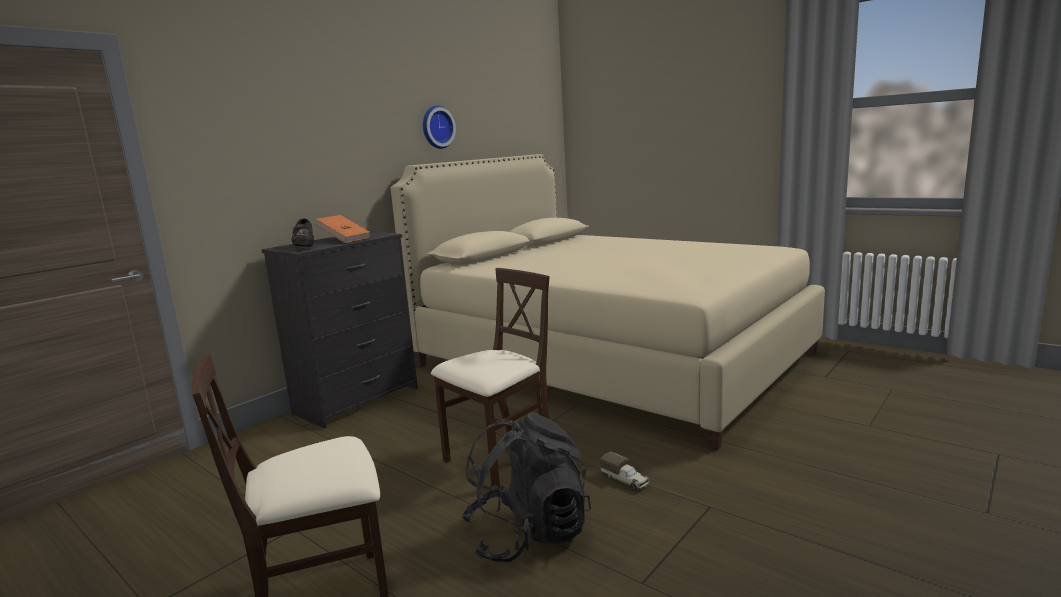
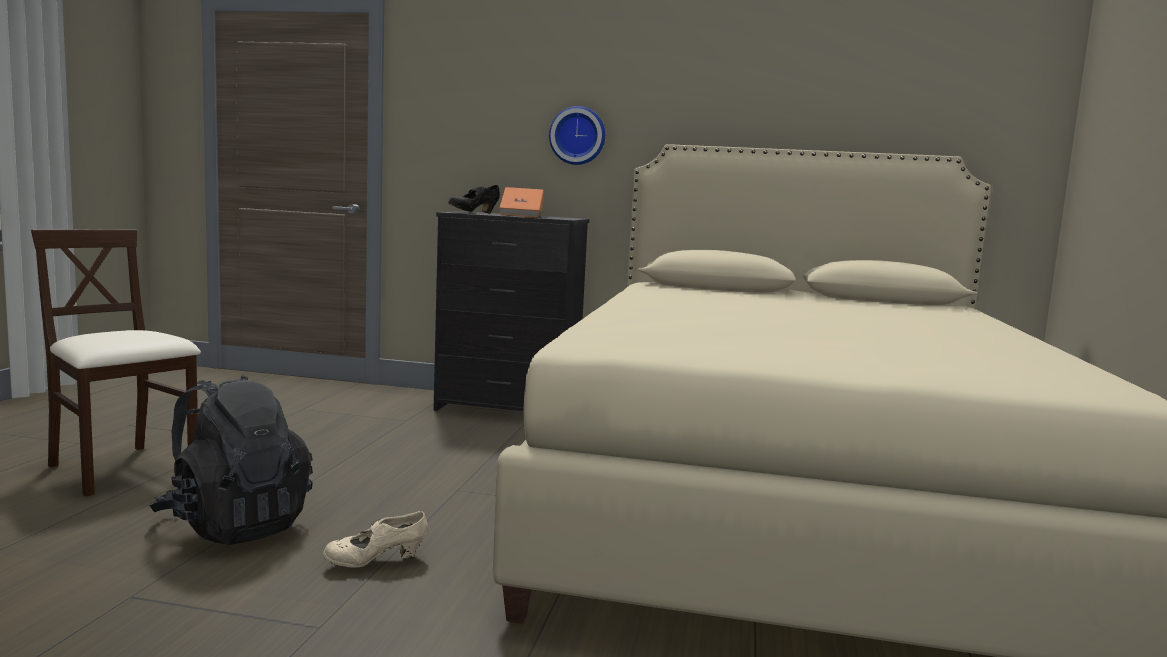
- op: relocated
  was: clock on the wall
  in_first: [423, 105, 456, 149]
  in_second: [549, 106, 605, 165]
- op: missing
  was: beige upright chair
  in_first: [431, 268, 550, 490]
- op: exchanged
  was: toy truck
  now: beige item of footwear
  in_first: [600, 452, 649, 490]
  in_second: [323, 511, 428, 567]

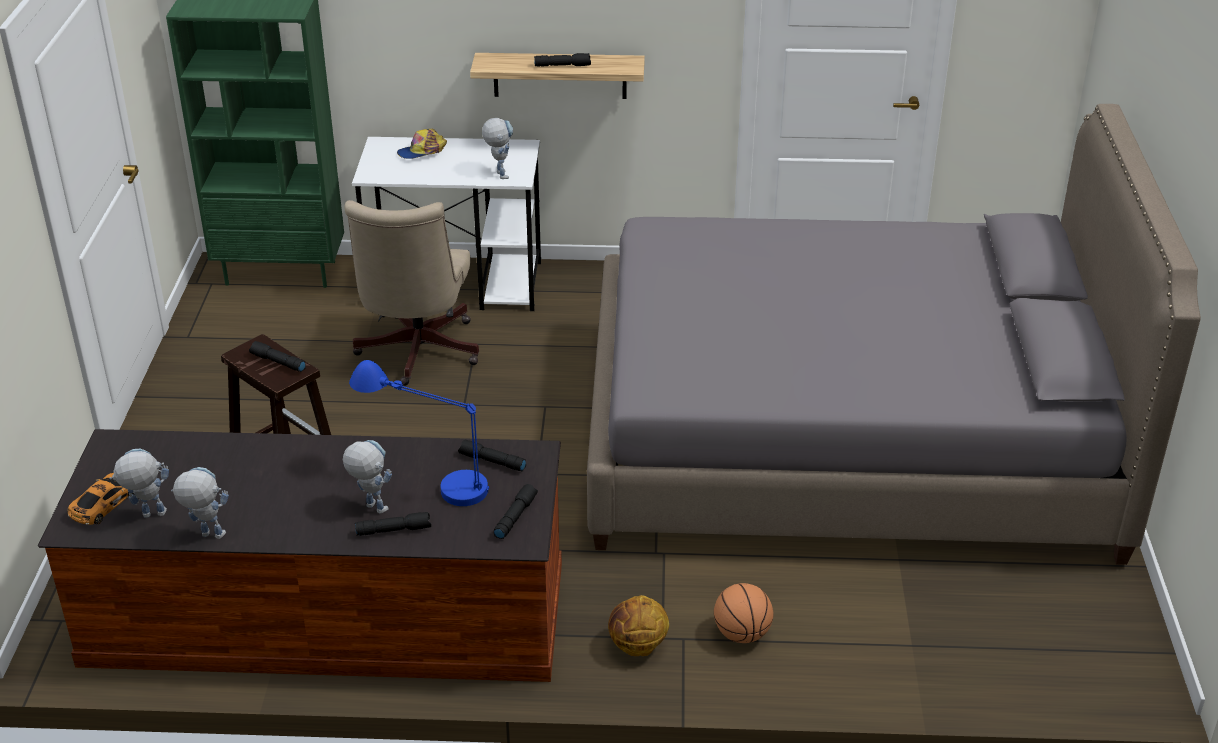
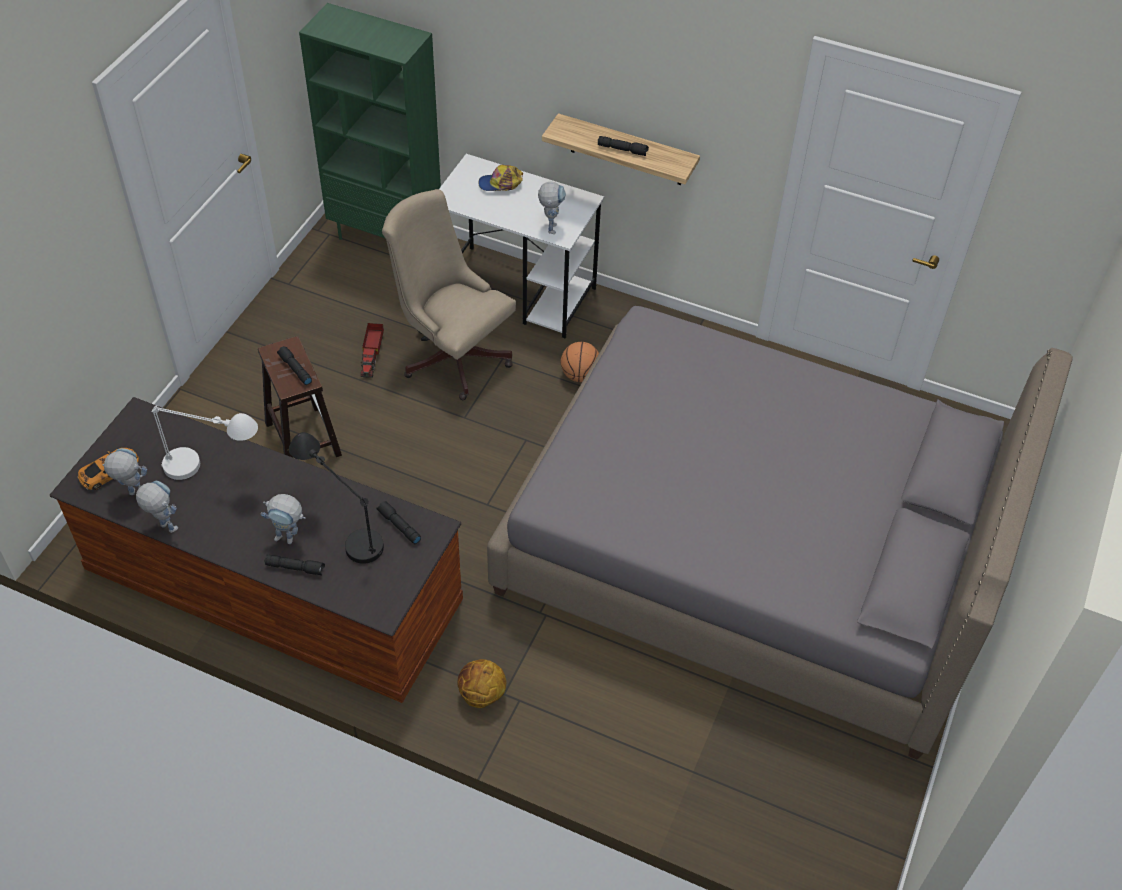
- op: spun
  was: robot figure
  in_first: [343, 440, 392, 514]
  in_second: [261, 494, 306, 544]
  clockwise: 135
- op: spun
  was: beige desk chair
  in_first: [344, 200, 479, 386]
  in_second: [382, 189, 516, 400]
  clockwise: 105
- op: colour
  was: blue table lamp
  now: black-coloured table lamp
  in_first: [349, 360, 489, 506]
  in_second: [289, 432, 384, 564]
- op: missing
  was: black-coloured hand torch
  in_first: [494, 484, 538, 539]
- op: relocated
  was: ball for basketball
  in_first: [714, 583, 774, 643]
  in_second: [560, 342, 599, 382]
- op: appeared
  now: white-coloured table lamp
  in_second: [152, 405, 258, 480]
- op: appeared
  now: toy truck
  in_second: [361, 323, 384, 378]

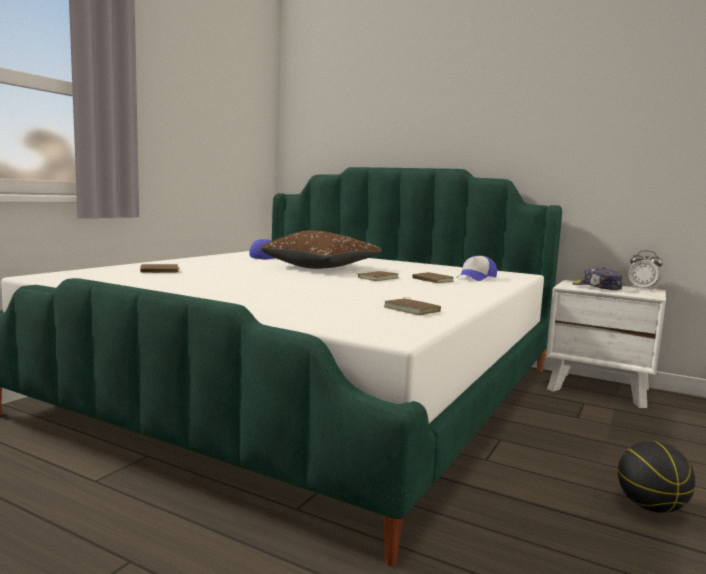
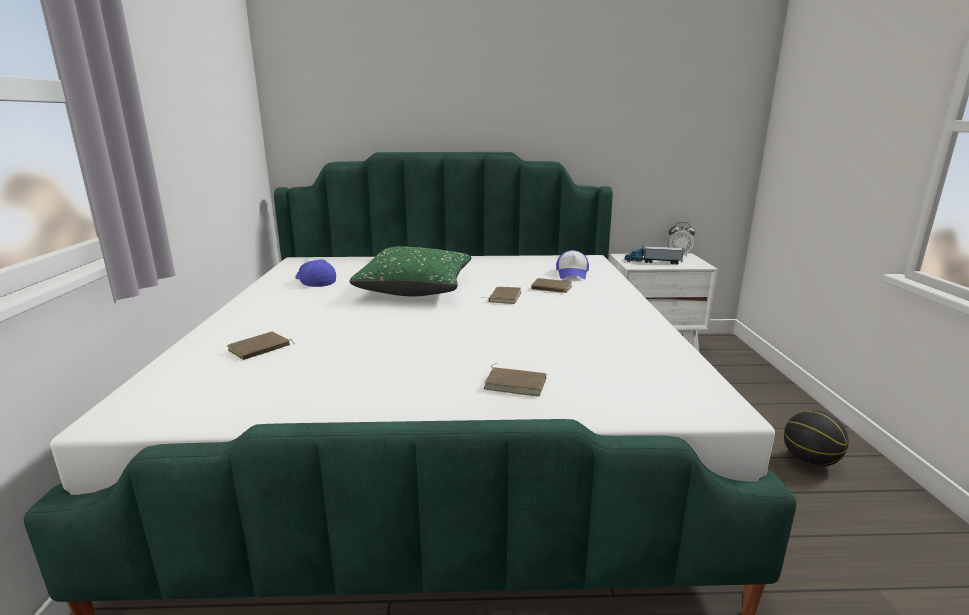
- op: colour
  was: brown throw pillow
  now: greenish throw pillow
  in_first: [261, 231, 382, 269]
  in_second: [350, 246, 471, 296]
- op: relocated
  was: brown book
  in_first: [384, 297, 441, 315]
  in_second: [483, 363, 547, 396]
- op: exchanged
  was: peaked cap
  now: toy truck
  in_first: [573, 268, 622, 290]
  in_second: [625, 245, 684, 265]

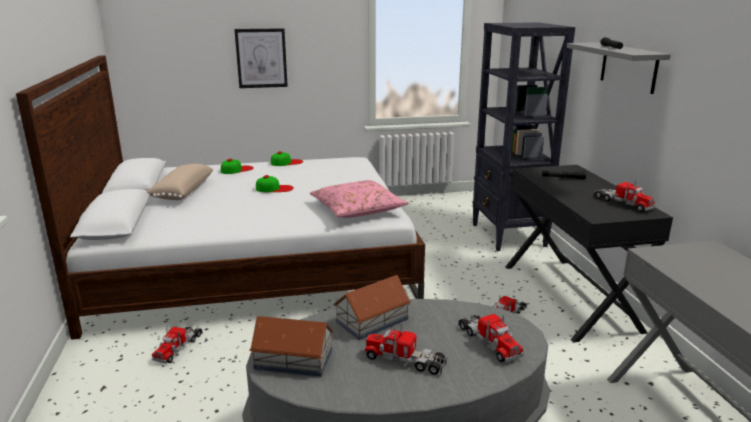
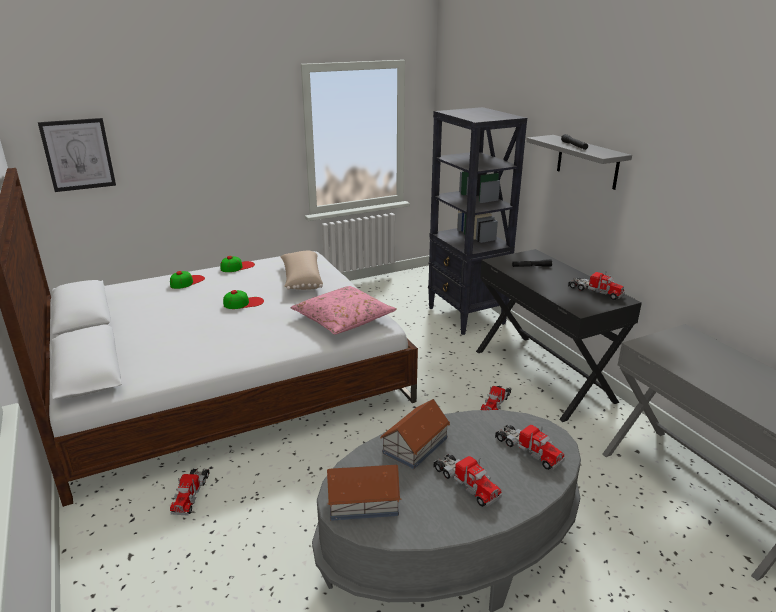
- op: relocated
  was: beige throw pillow
  in_first: [147, 164, 213, 200]
  in_second: [281, 251, 323, 290]
- op: relocated
  was: picture
  in_first: [234, 28, 288, 88]
  in_second: [38, 118, 116, 192]
- op: spun
  was: toy truck
  in_first: [363, 324, 447, 375]
  in_second: [434, 453, 502, 507]
  clockwise: -135

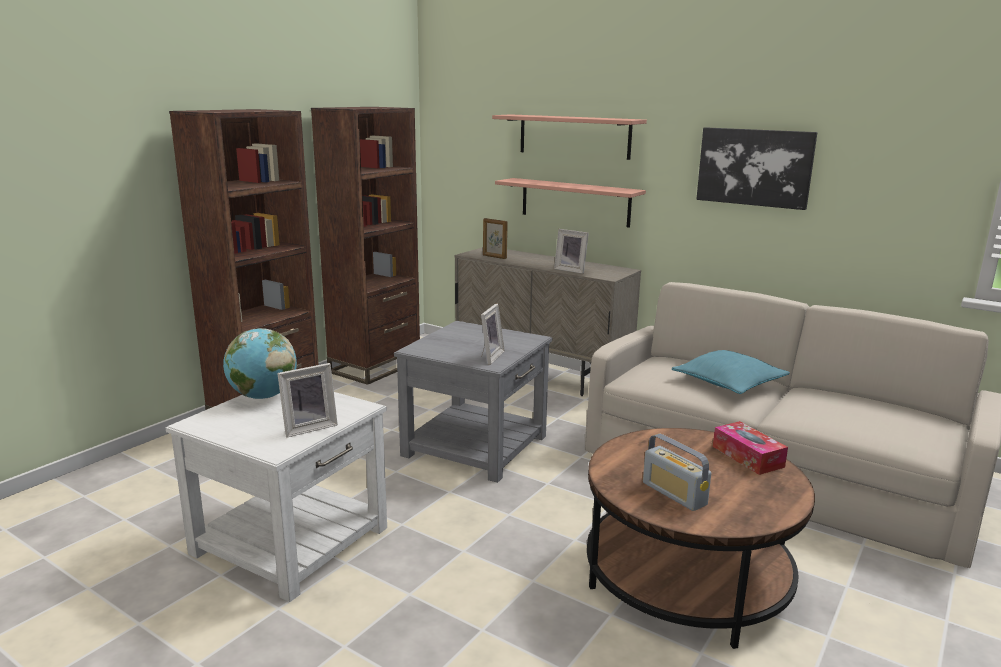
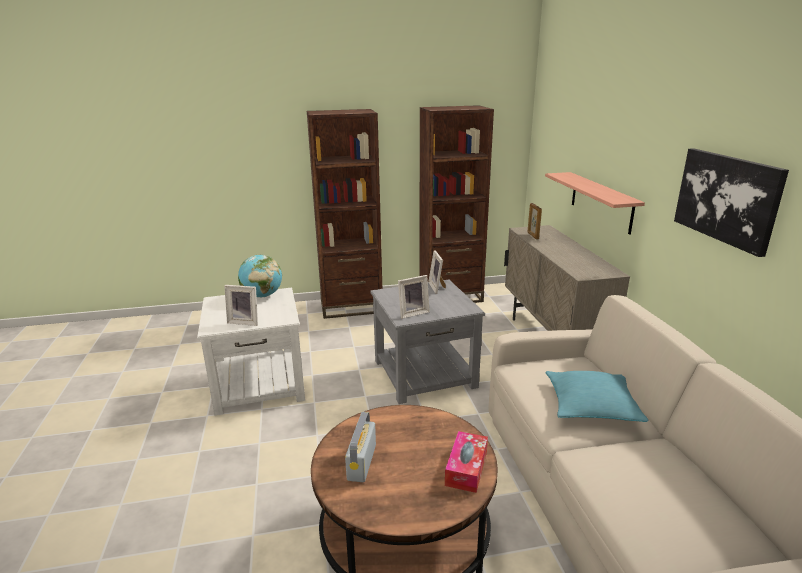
- op: missing
  was: shelf
  in_first: [492, 114, 647, 160]
- op: relocated
  was: picture frame
  in_first: [554, 229, 589, 274]
  in_second: [428, 251, 446, 293]

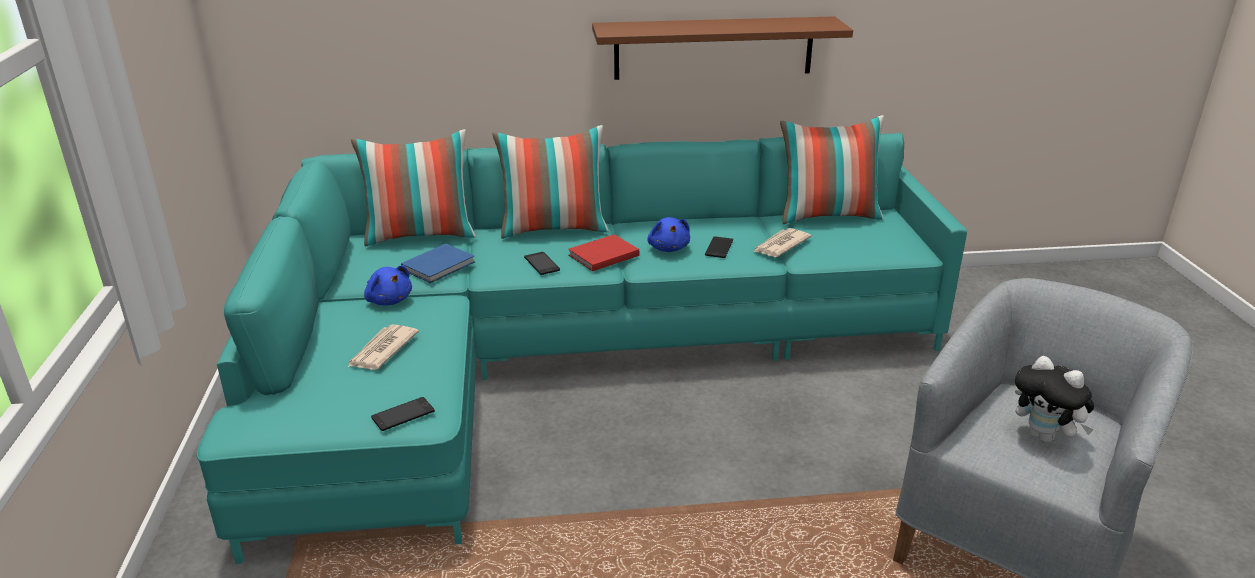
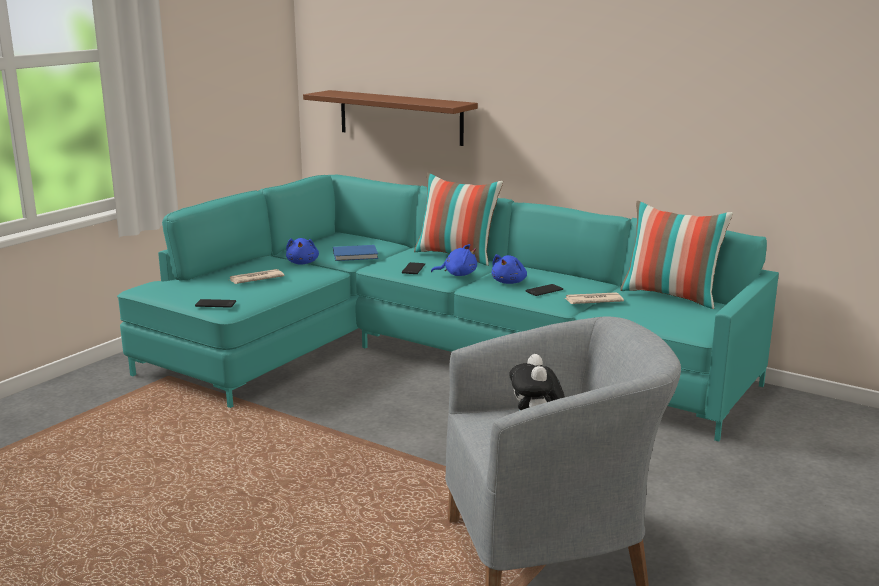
- op: missing
  was: throw pillow
  in_first: [351, 129, 476, 247]
- op: exchanged
  was: red-coloured book
  now: blue soft toy
  in_first: [568, 234, 639, 271]
  in_second: [431, 244, 477, 276]
- op: relocated
  was: brown shelf
  in_first: [592, 16, 853, 80]
  in_second: [303, 90, 478, 146]

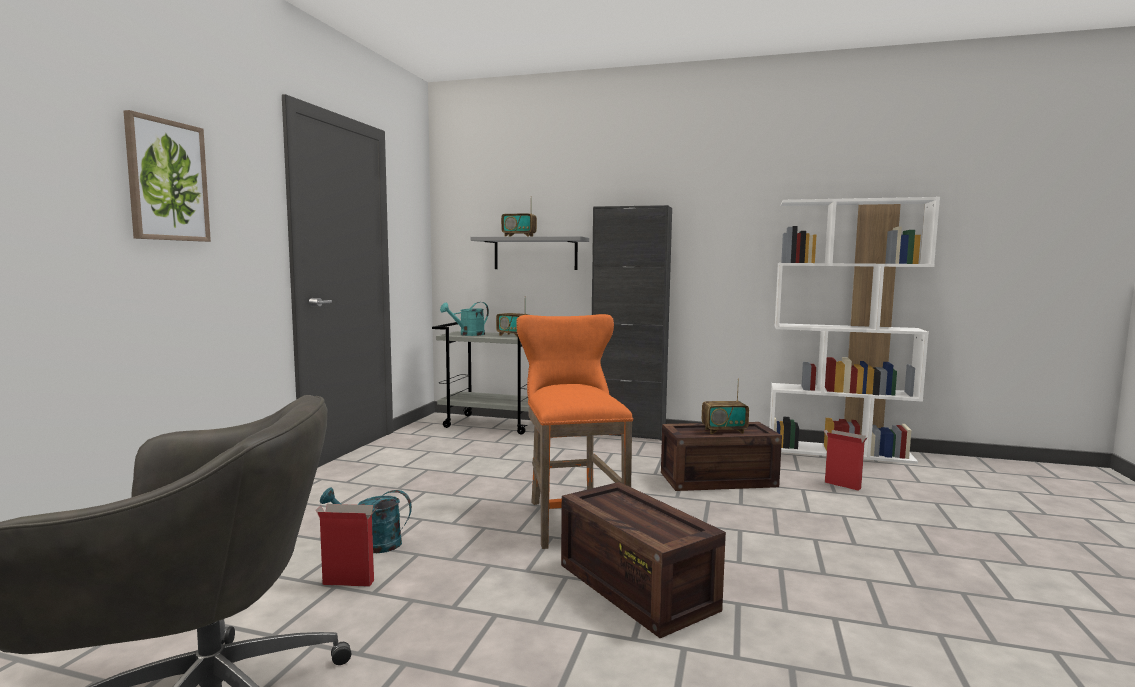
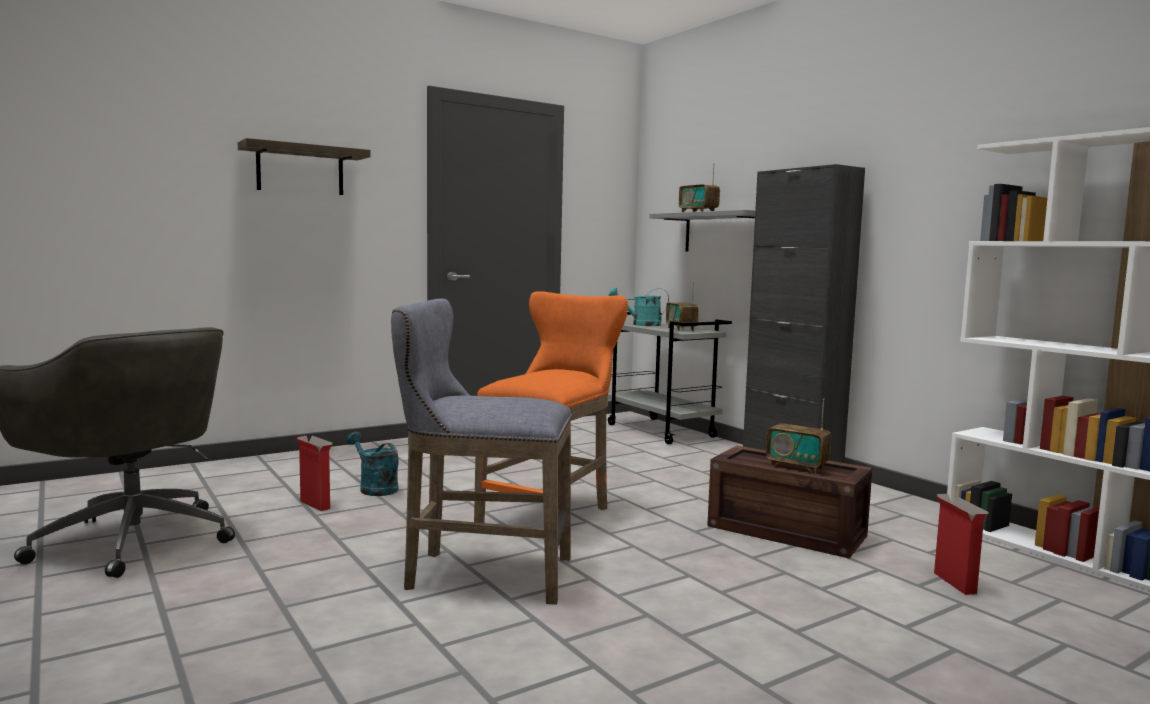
- op: exchanged
  was: picture
  now: shelf
  in_first: [124, 110, 211, 242]
  in_second: [238, 138, 371, 195]
- op: exchanged
  was: shipping crate
  now: greyish stool
  in_first: [561, 482, 726, 638]
  in_second: [391, 299, 572, 605]

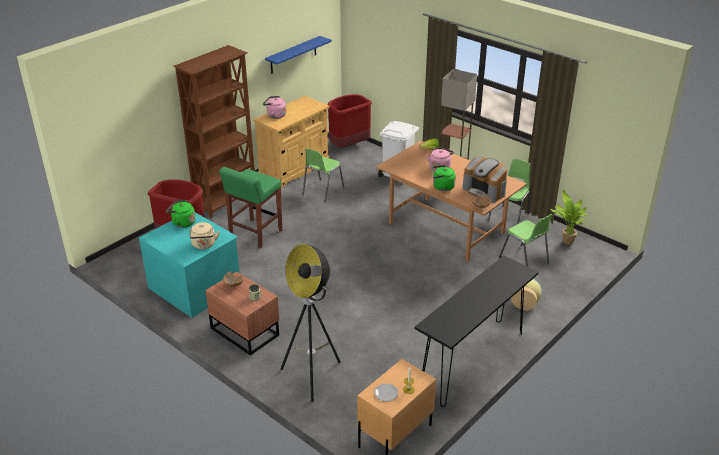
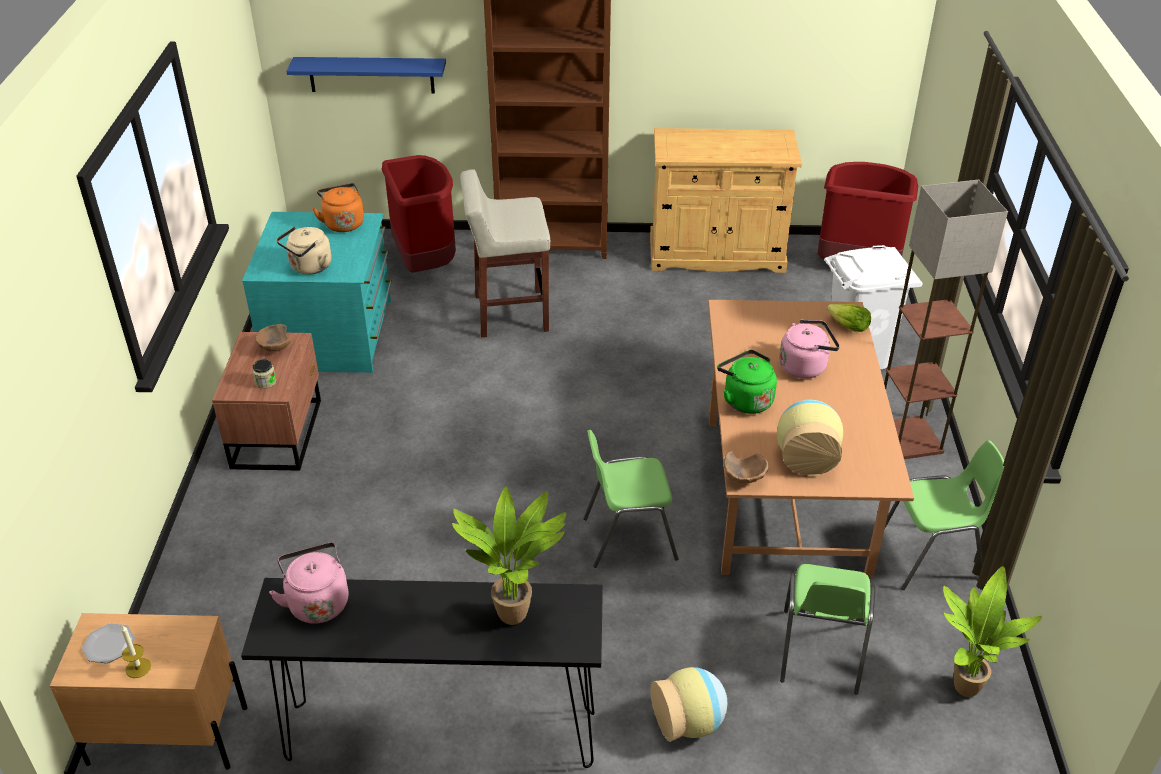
- op: colour
  was: greenish kettle
  now: orange kettle
  in_first: [166, 200, 196, 228]
  in_second: [312, 183, 364, 232]
- op: colour
  was: greenish stool
  now: beige stool
  in_first: [219, 167, 282, 248]
  in_second: [460, 169, 550, 337]
- op: relocated
  was: pink-coloured kettle
  in_first: [263, 96, 286, 119]
  in_second: [269, 542, 348, 624]
- op: relocated
  was: blue shelf
  in_first: [265, 36, 332, 74]
  in_second: [286, 57, 446, 94]
- op: missing
  was: standing lamp
  in_first: [281, 244, 341, 402]
- op: relocated
  was: greenish upright chair
  in_first: [302, 148, 345, 203]
  in_second: [584, 430, 678, 568]
- op: exchanged
  was: coffee brewer
  now: flower vase
  in_first: [463, 157, 507, 203]
  in_second: [777, 400, 843, 475]
- op: appeared
  now: potted plant
  in_second: [452, 487, 566, 625]

